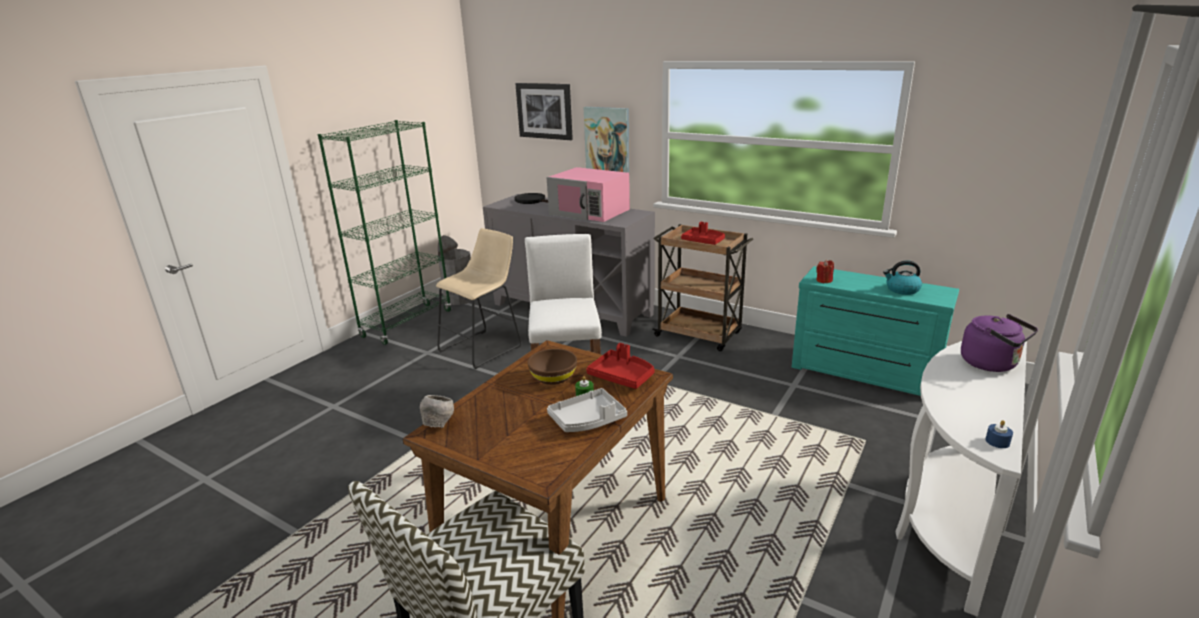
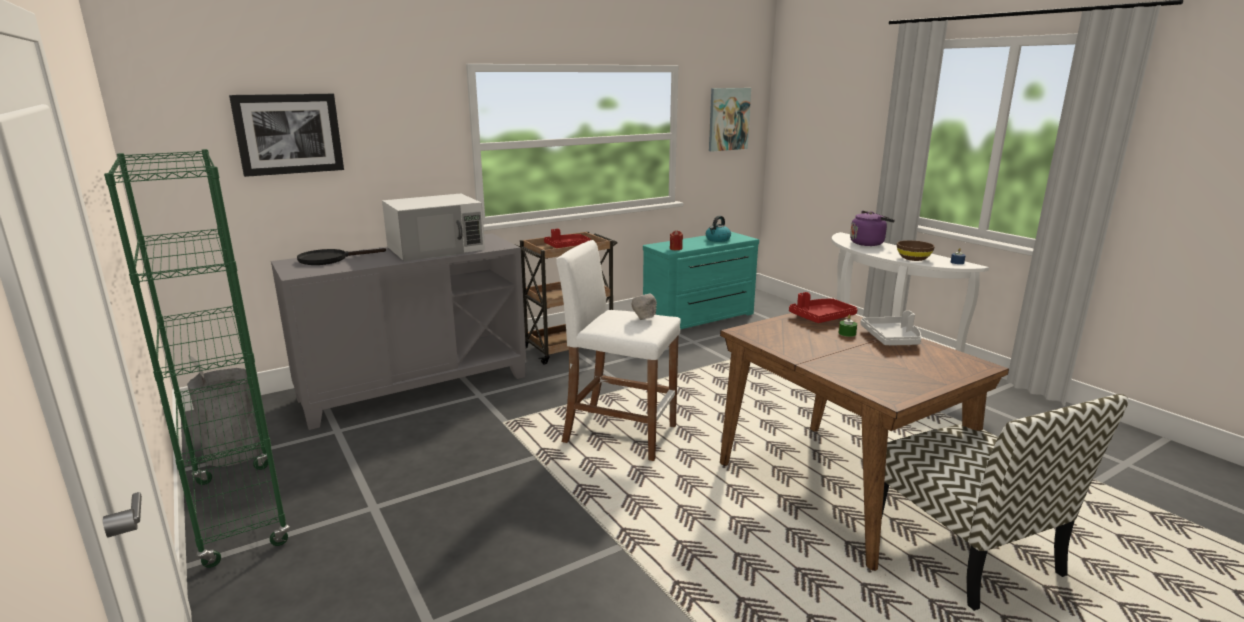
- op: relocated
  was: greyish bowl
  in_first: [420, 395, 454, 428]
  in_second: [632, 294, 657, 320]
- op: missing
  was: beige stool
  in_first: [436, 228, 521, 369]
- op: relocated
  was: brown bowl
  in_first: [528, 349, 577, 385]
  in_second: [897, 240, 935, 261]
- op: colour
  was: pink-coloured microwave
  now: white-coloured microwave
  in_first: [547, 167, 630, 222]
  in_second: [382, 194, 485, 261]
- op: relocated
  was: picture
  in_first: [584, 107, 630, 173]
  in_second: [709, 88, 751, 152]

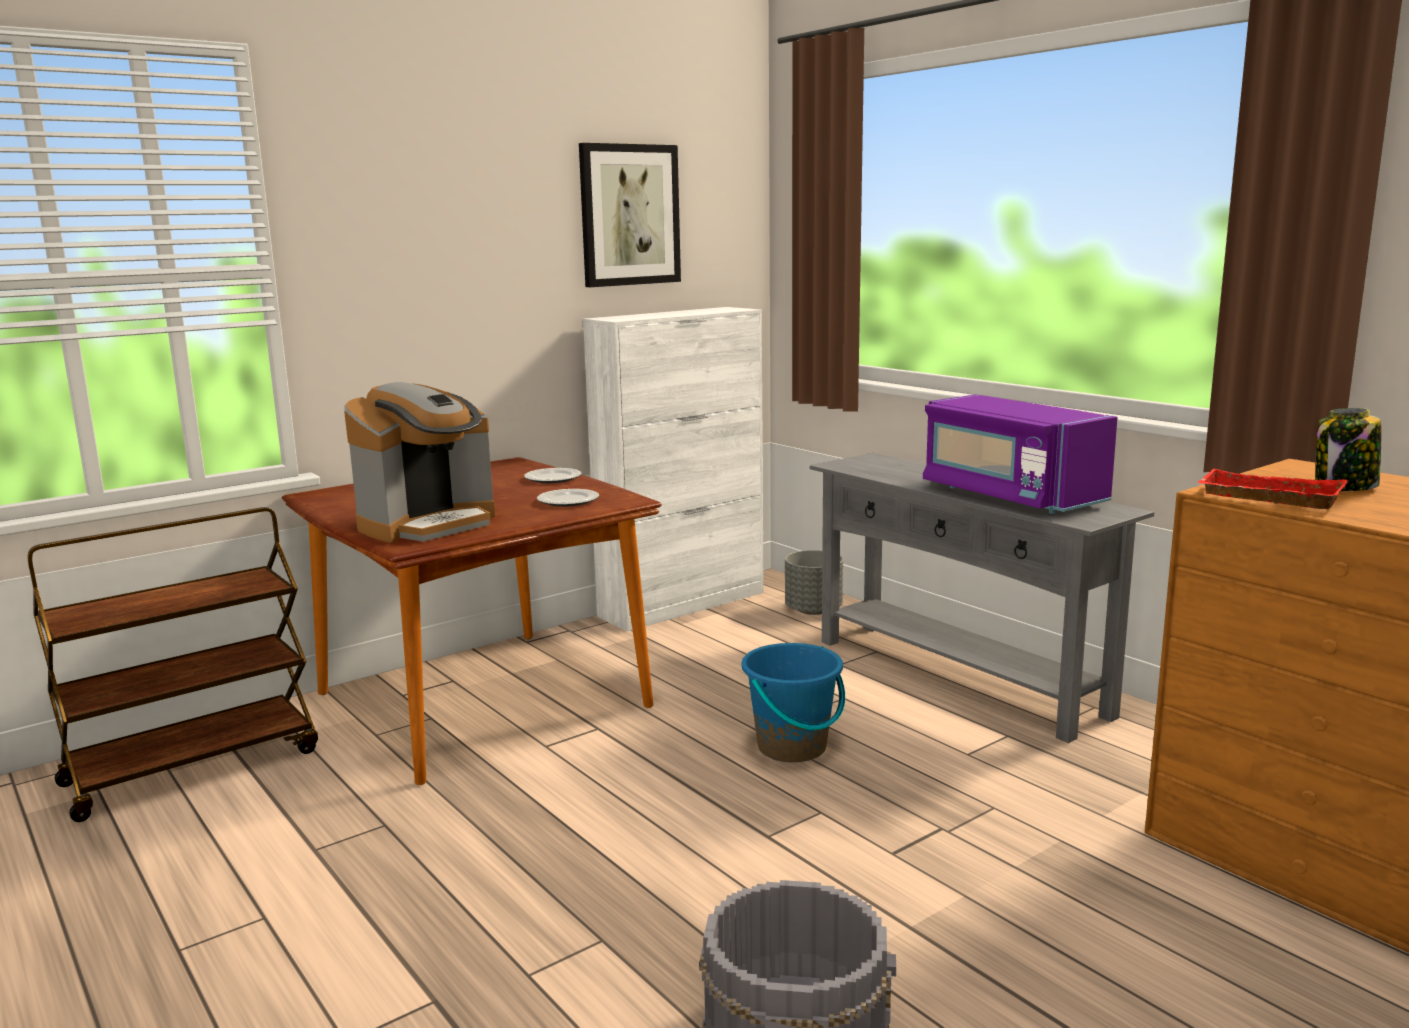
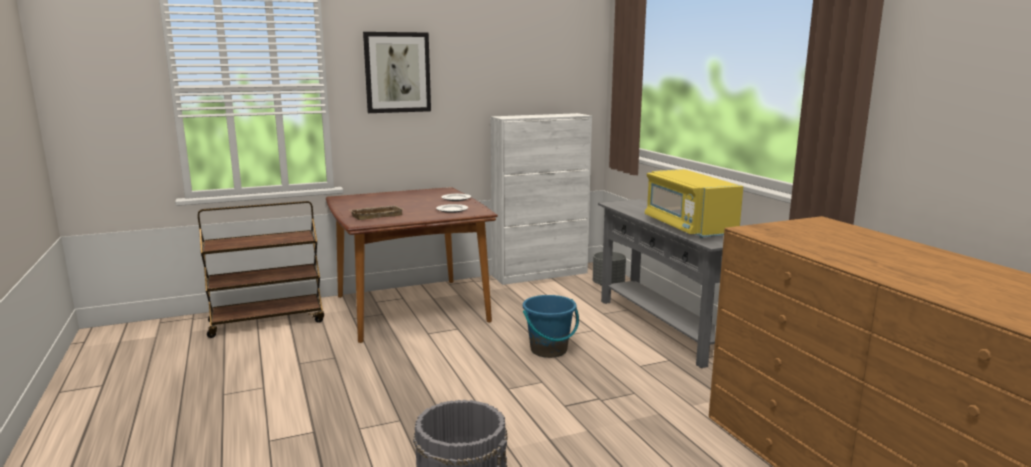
- op: exchanged
  was: coffee brewer
  now: beige tray
  in_first: [344, 382, 495, 543]
  in_second: [350, 206, 403, 220]
- op: relocated
  was: picture
  in_first: [579, 143, 681, 287]
  in_second: [363, 32, 431, 113]
- op: colour
  was: purple-coloured microwave
  now: yellow microwave
  in_first: [923, 394, 1118, 514]
  in_second: [645, 169, 743, 238]
- op: missing
  was: red-coloured tray
  in_first: [1197, 469, 1347, 509]
- op: missing
  was: jar
  in_first: [1315, 408, 1382, 491]

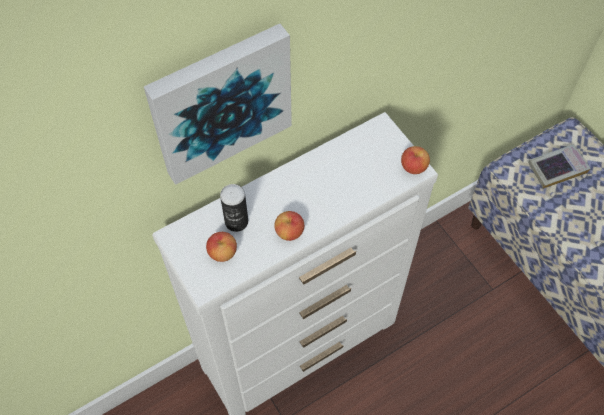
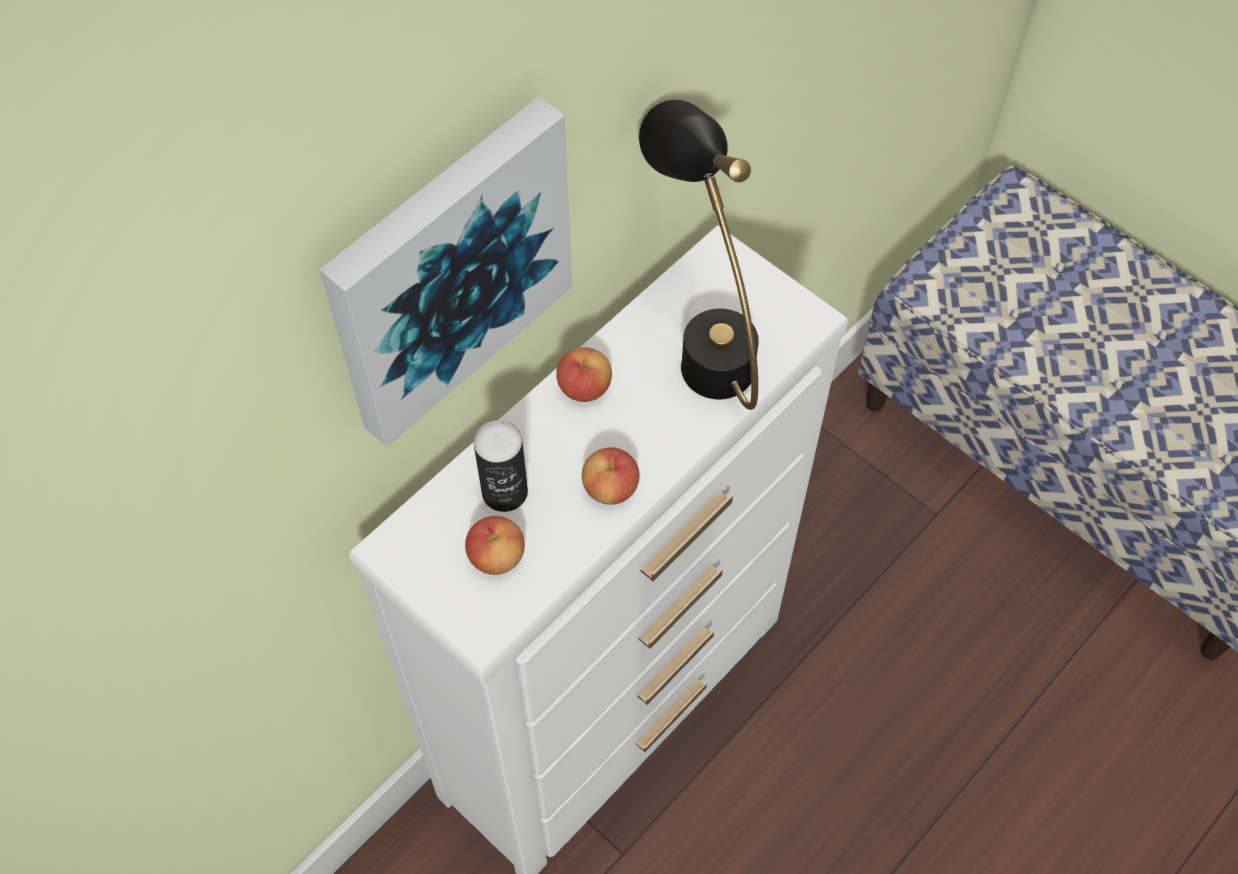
- op: relocated
  was: whole apple
  in_first: [401, 146, 430, 174]
  in_second: [556, 347, 612, 402]
- op: missing
  was: book
  in_first: [528, 144, 591, 189]
- op: appeared
  now: black-coloured table lamp
  in_second: [639, 100, 759, 410]

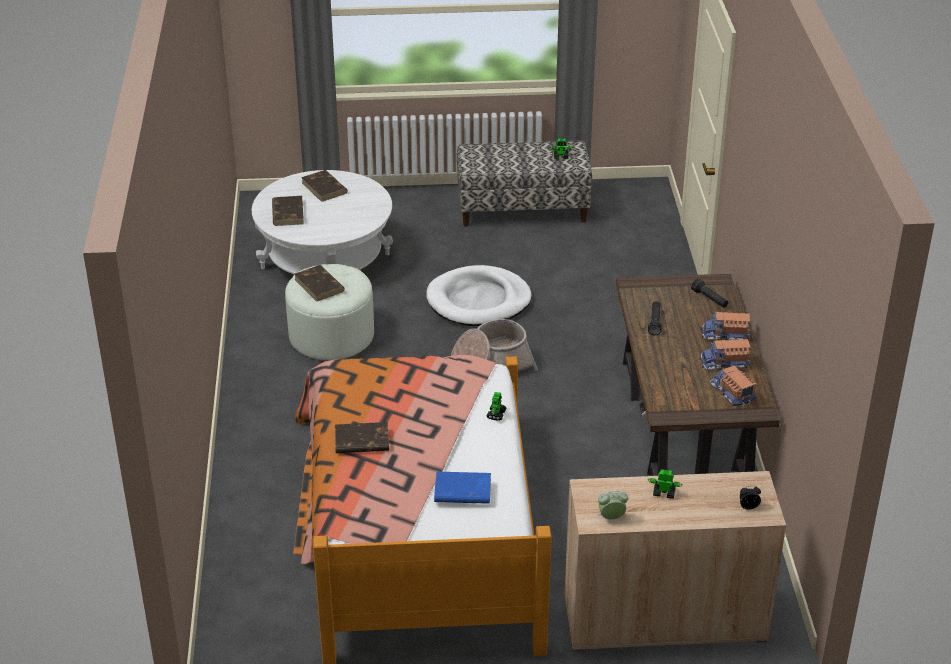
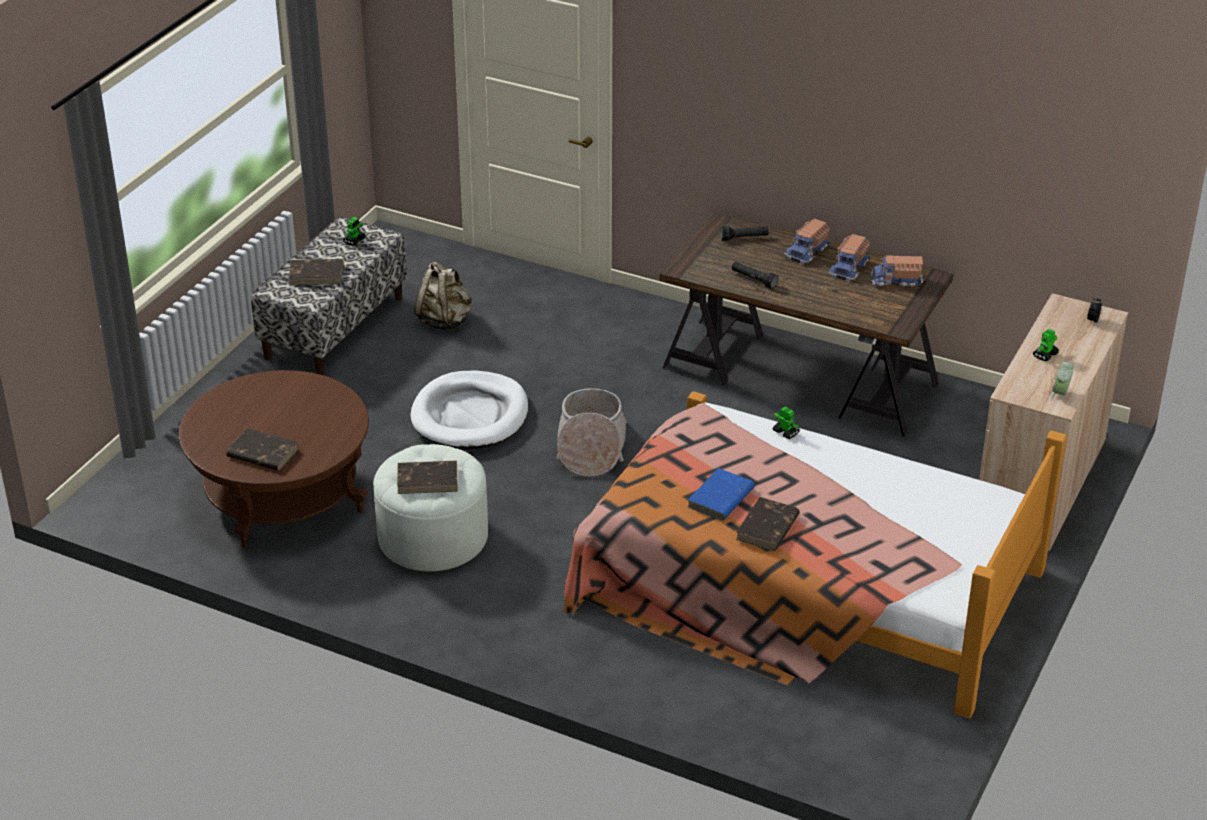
- op: colour
  was: white-coloured lounge table
  now: brown lounge table
  in_first: [251, 170, 393, 274]
  in_second: [179, 370, 369, 548]
- op: relocated
  was: brown book
  in_first: [301, 170, 348, 202]
  in_second: [289, 259, 344, 285]
- op: relocated
  was: blue book
  in_first: [434, 472, 491, 504]
  in_second: [688, 468, 755, 521]
- op: appeared
  now: beige knapsack
  in_second: [414, 262, 471, 330]

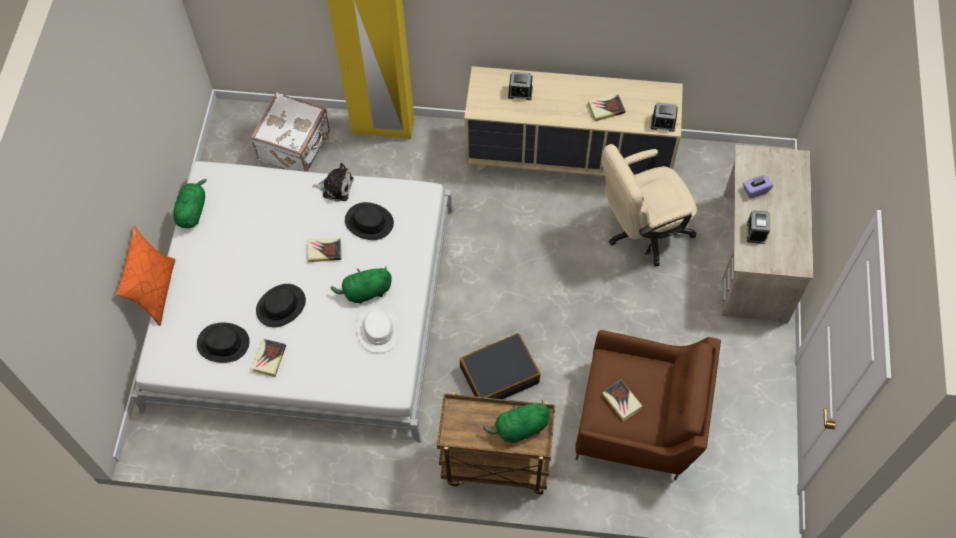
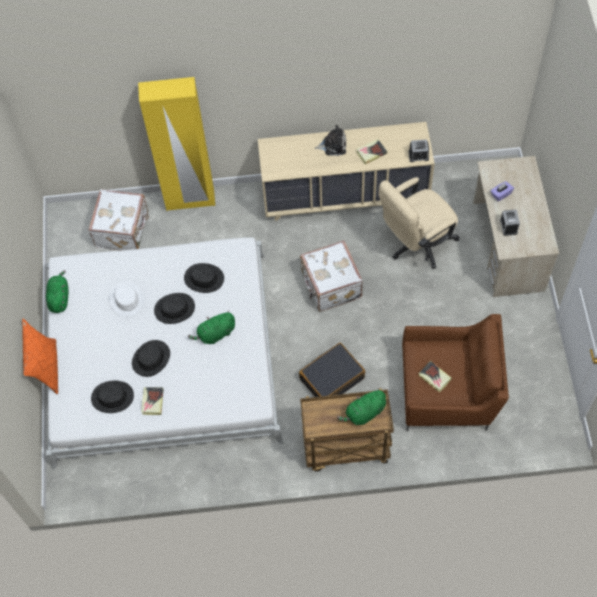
- op: exchanged
  was: book
  now: black-coloured wearable hat
  in_first: [308, 238, 342, 262]
  in_second: [154, 293, 195, 324]
- op: relocated
  was: soft toy
  in_first: [312, 163, 354, 202]
  in_second: [315, 125, 346, 156]
- op: relocated
  was: white-coloured wearable hat
  in_first: [357, 305, 401, 353]
  in_second: [109, 281, 144, 317]
- op: missing
  was: bedside clock
  in_first: [508, 72, 533, 100]
- op: appeared
  now: white-coloured travel case
  in_second: [300, 240, 363, 312]

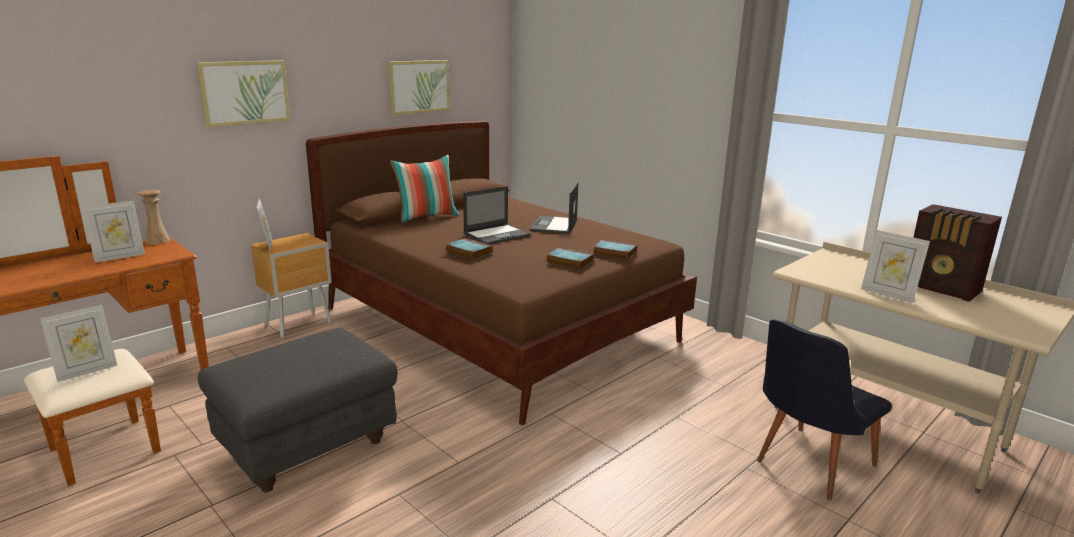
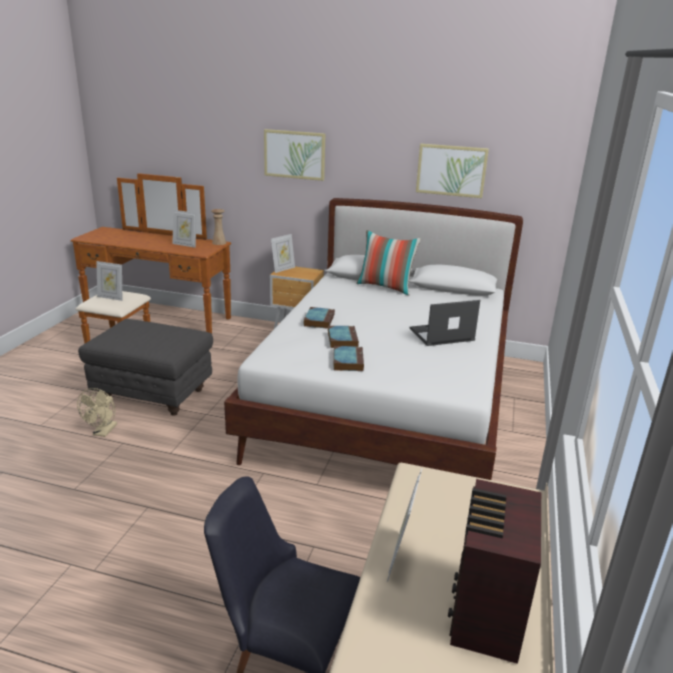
- op: colour
  was: brown bedroom bed
  now: white-coloured bedroom bed
  in_first: [306, 121, 697, 425]
  in_second: [224, 198, 523, 480]
- op: missing
  was: portable computer
  in_first: [463, 186, 531, 245]
- op: relocated
  was: book
  in_first: [593, 239, 637, 260]
  in_second: [328, 326, 359, 348]
- op: appeared
  now: beige cooling fan
  in_second: [77, 388, 117, 437]

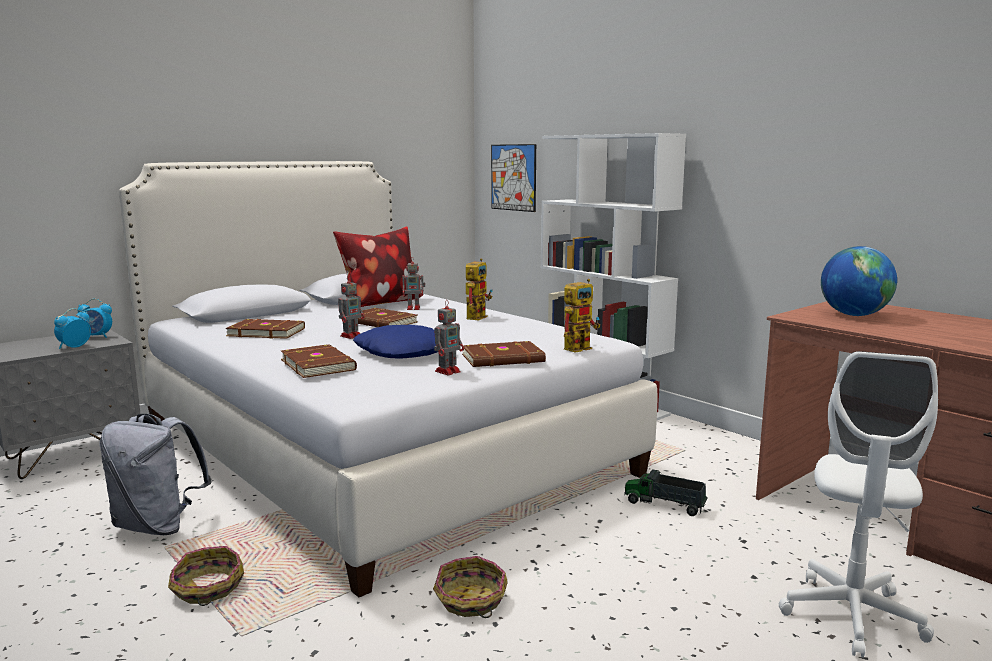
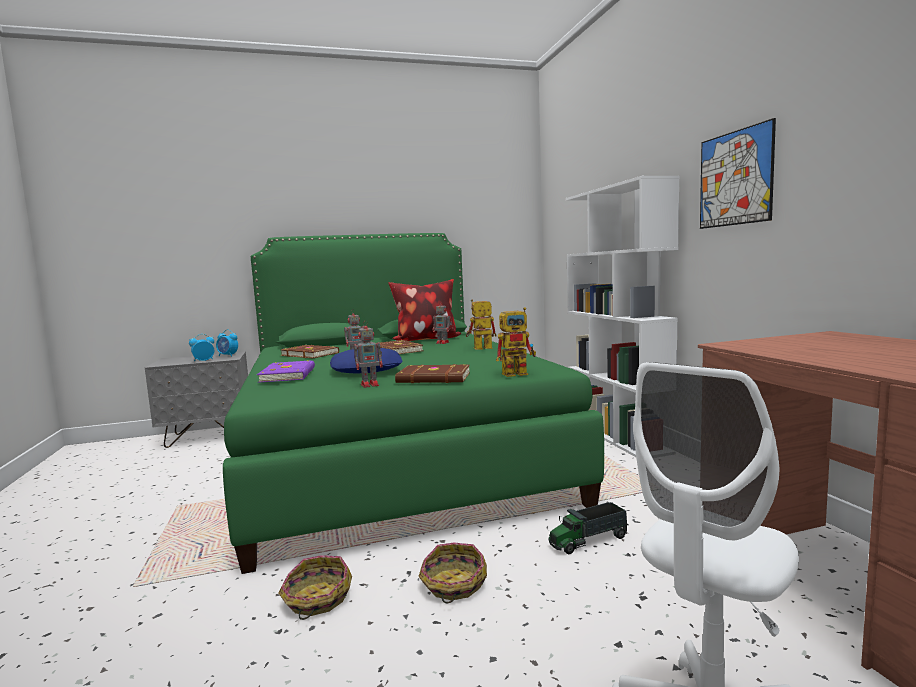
- op: missing
  was: greyish knapsack
  in_first: [100, 414, 212, 535]
- op: colour
  was: white-coloured bedroom bed
  now: greenish bedroom bed
  in_first: [119, 161, 657, 597]
  in_second: [223, 233, 604, 574]
- op: relocated
  was: household basket
  in_first: [168, 546, 244, 606]
  in_second: [418, 543, 487, 603]
- op: colour
  was: brown book
  now: purple-coloured book
  in_first: [281, 344, 357, 378]
  in_second: [257, 360, 315, 383]
- op: spun
  was: robot figure
  in_first: [466, 258, 493, 320]
  in_second: [466, 299, 497, 349]
  clockwise: -150
- op: relocated
  was: picture
  in_first: [491, 144, 536, 212]
  in_second: [700, 118, 776, 229]
- op: spun
  was: toy truck
  in_first: [624, 469, 707, 516]
  in_second: [549, 502, 628, 554]
  clockwise: -75
- op: missing
  was: globe
  in_first: [821, 246, 897, 316]

